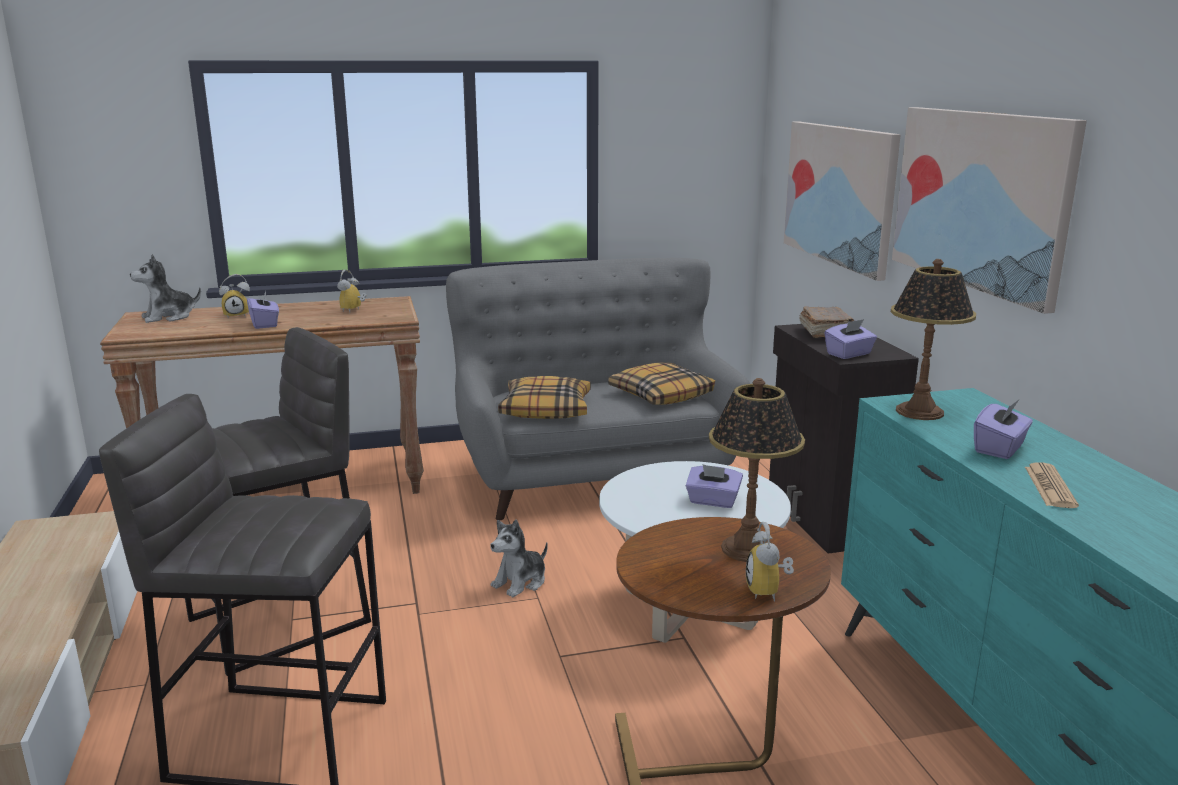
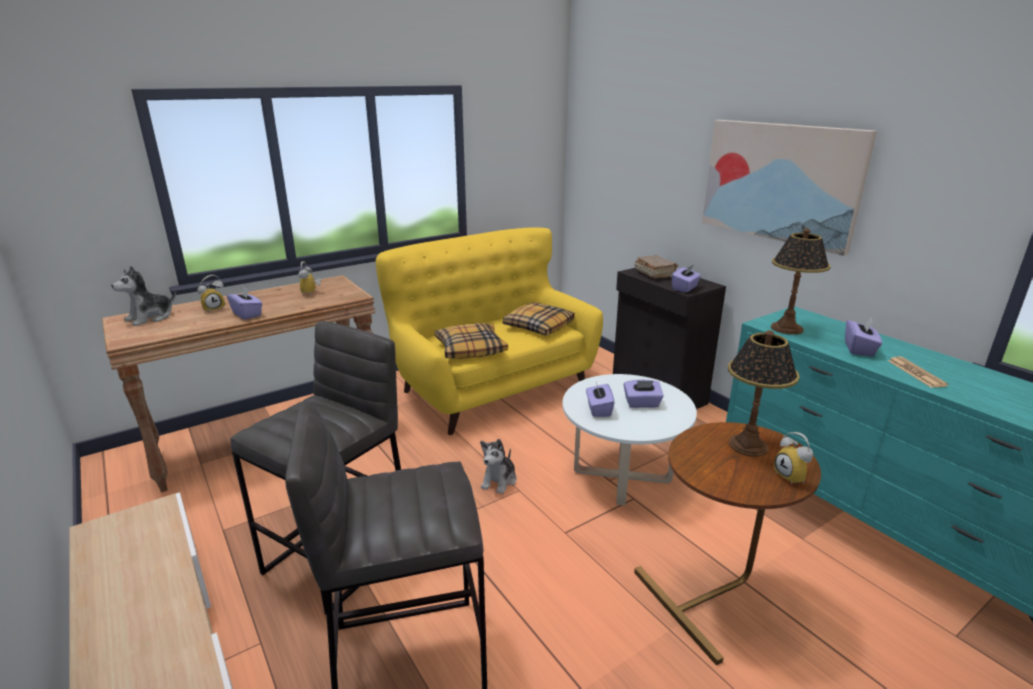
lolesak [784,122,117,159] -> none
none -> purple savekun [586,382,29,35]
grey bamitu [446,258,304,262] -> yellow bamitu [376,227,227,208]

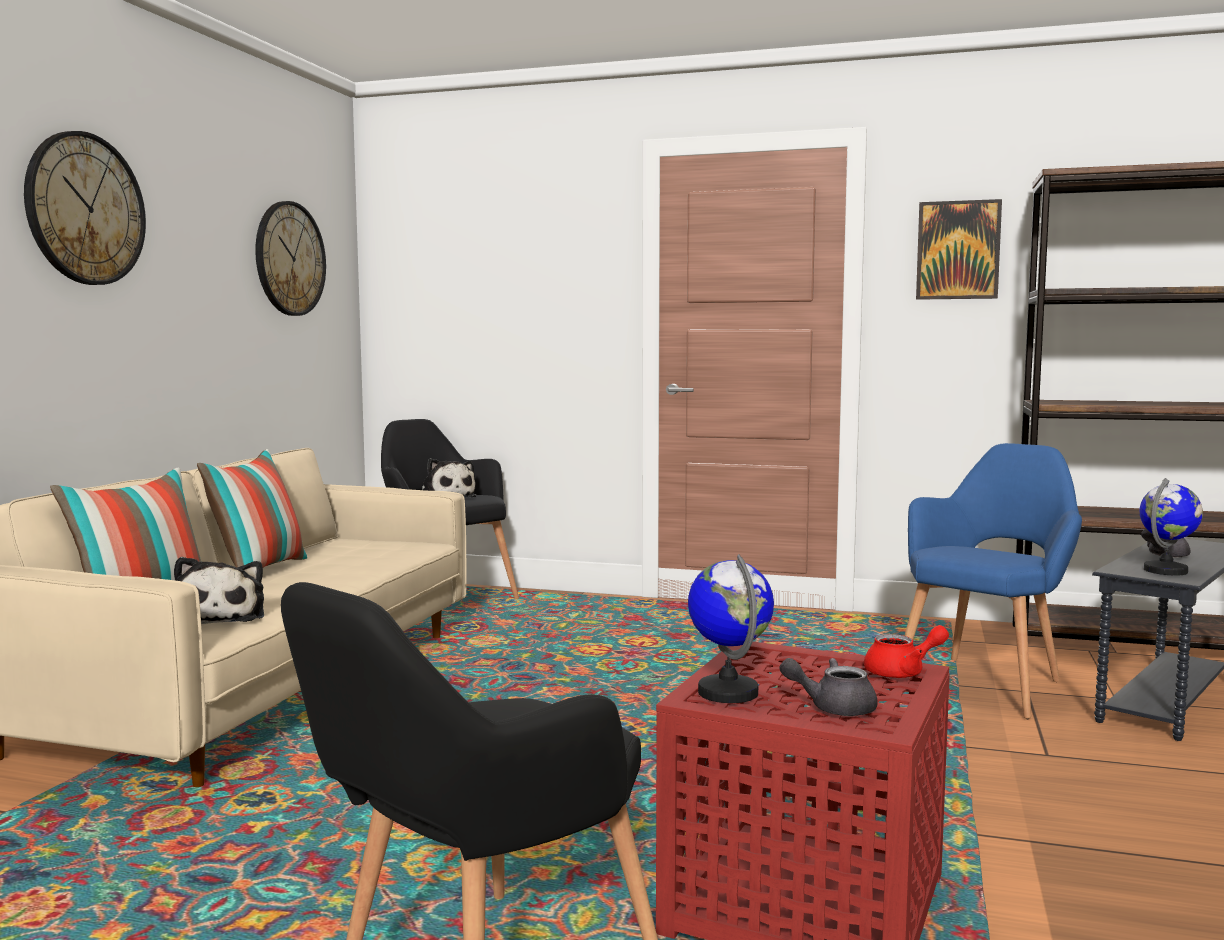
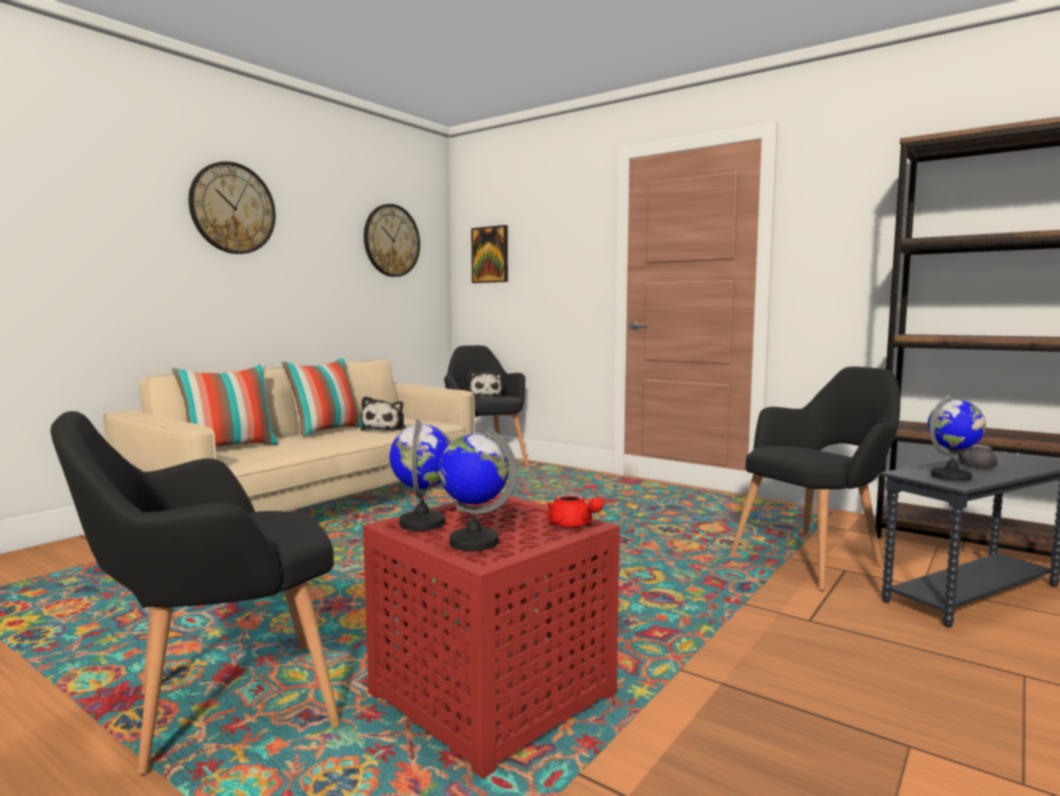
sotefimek [174,557,90,67] -> sotefimek [361,396,45,35], move
lolesak [916,199,86,101] -> lolesak [471,225,37,58], move
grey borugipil [780,658,98,58] -> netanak [439,427,78,124]
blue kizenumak [904,443,178,276] -> black kizenumak [731,366,169,225]
red borugipil [864,625,85,53] -> red borugipil [547,493,57,35], 45 degrees clockwise

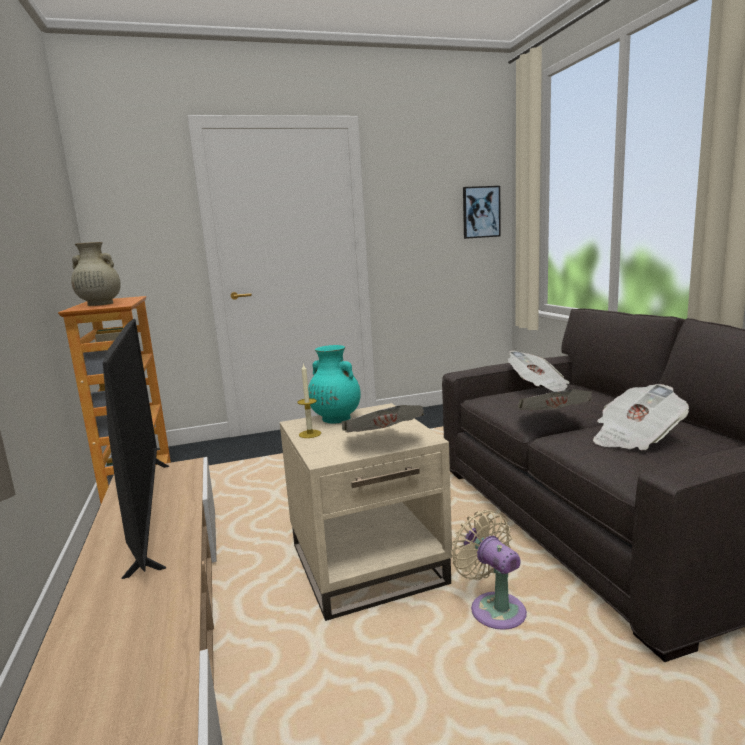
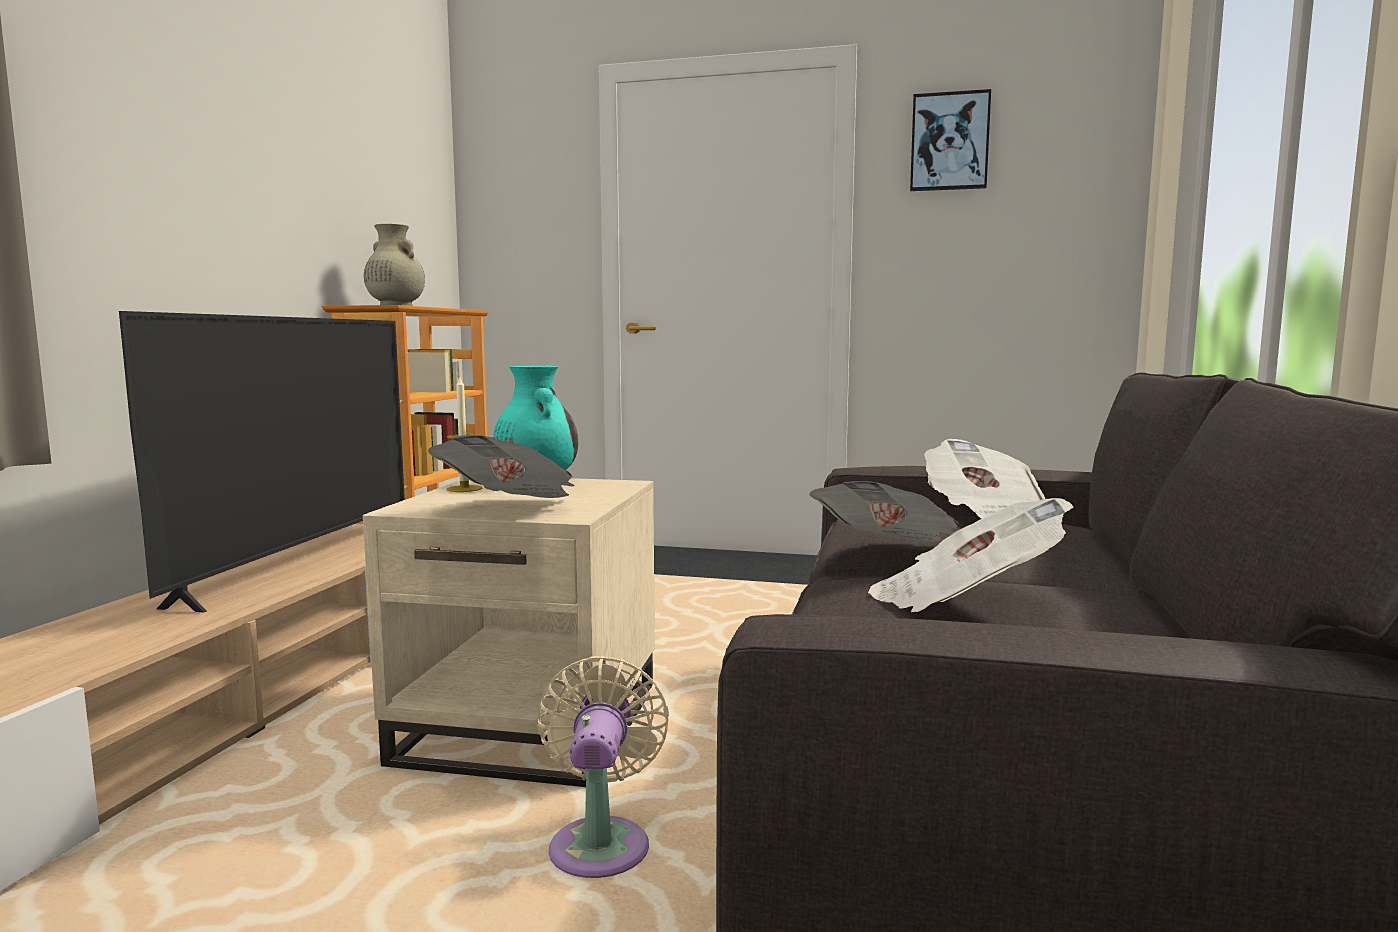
lolesak [463,186,38,53] -> lolesak [910,89,81,102], move

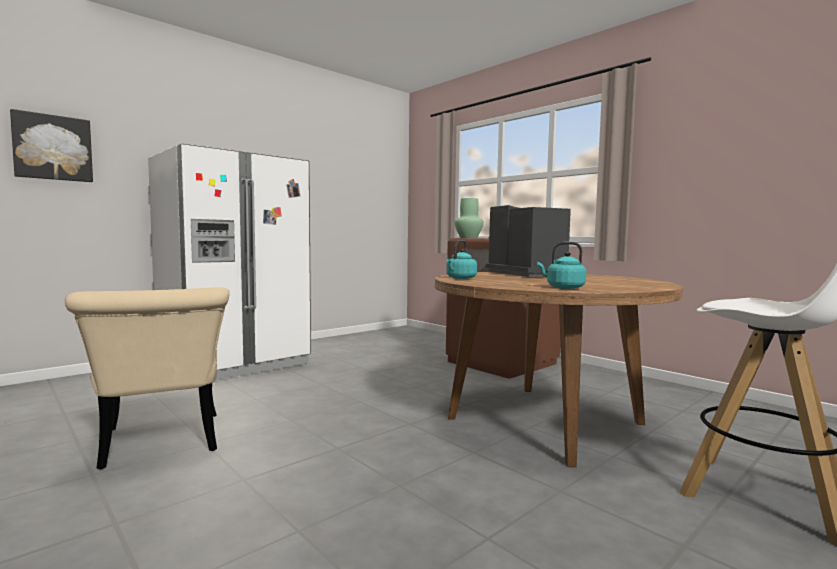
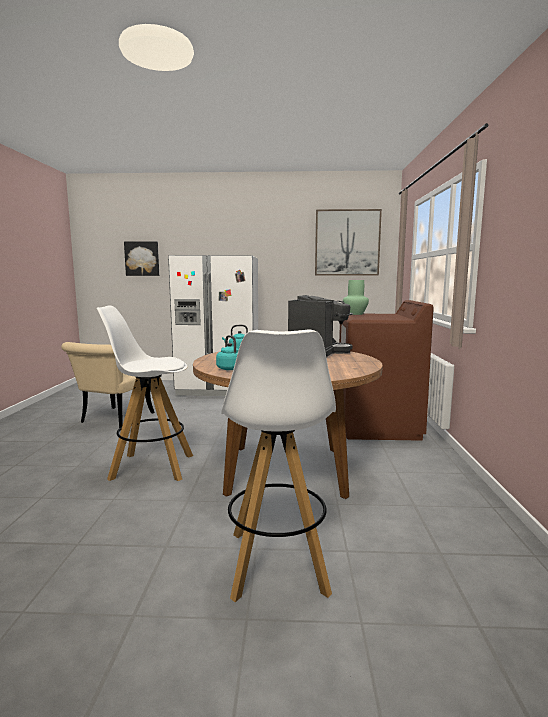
none -> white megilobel [96,306,97,175]
none -> lolesak [315,209,67,66]

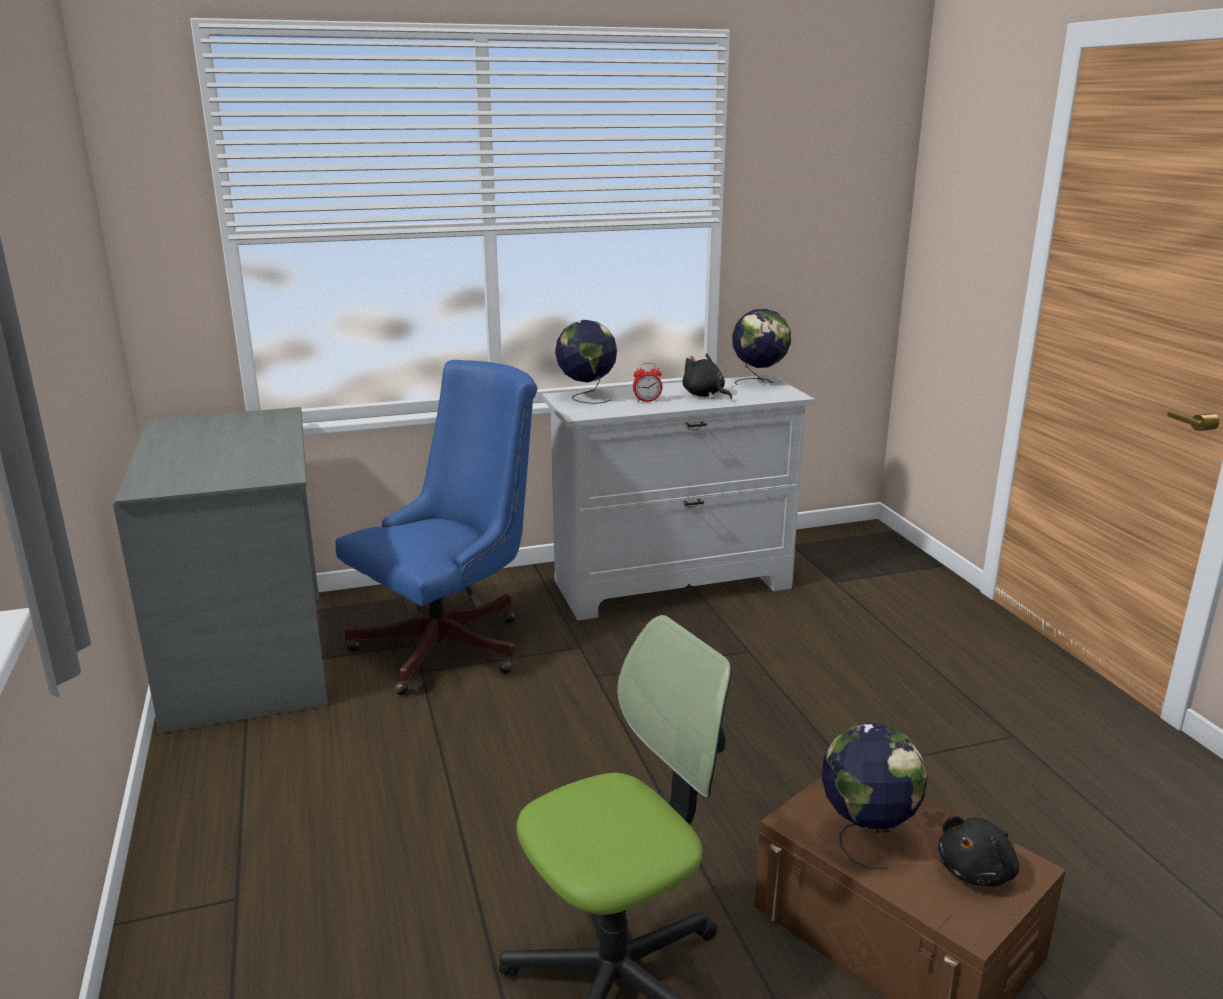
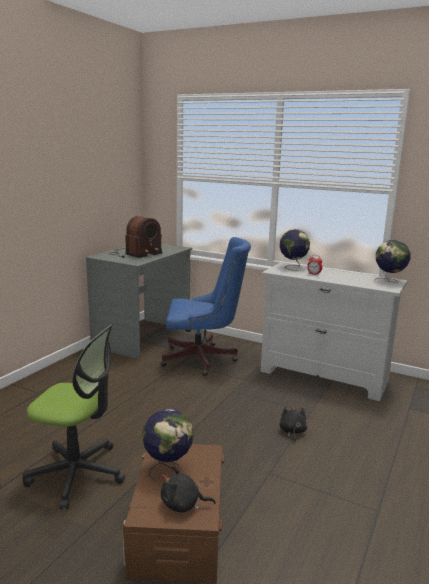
none -> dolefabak [110,216,52,42]
black sotefimek [682,353,50,46] -> black sotefimek [280,405,27,37], move

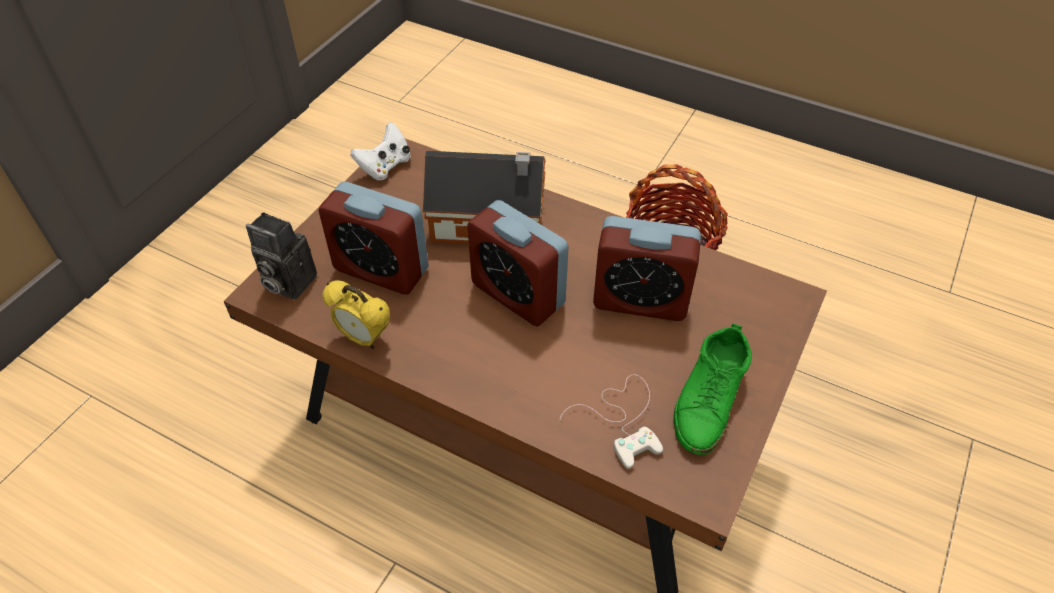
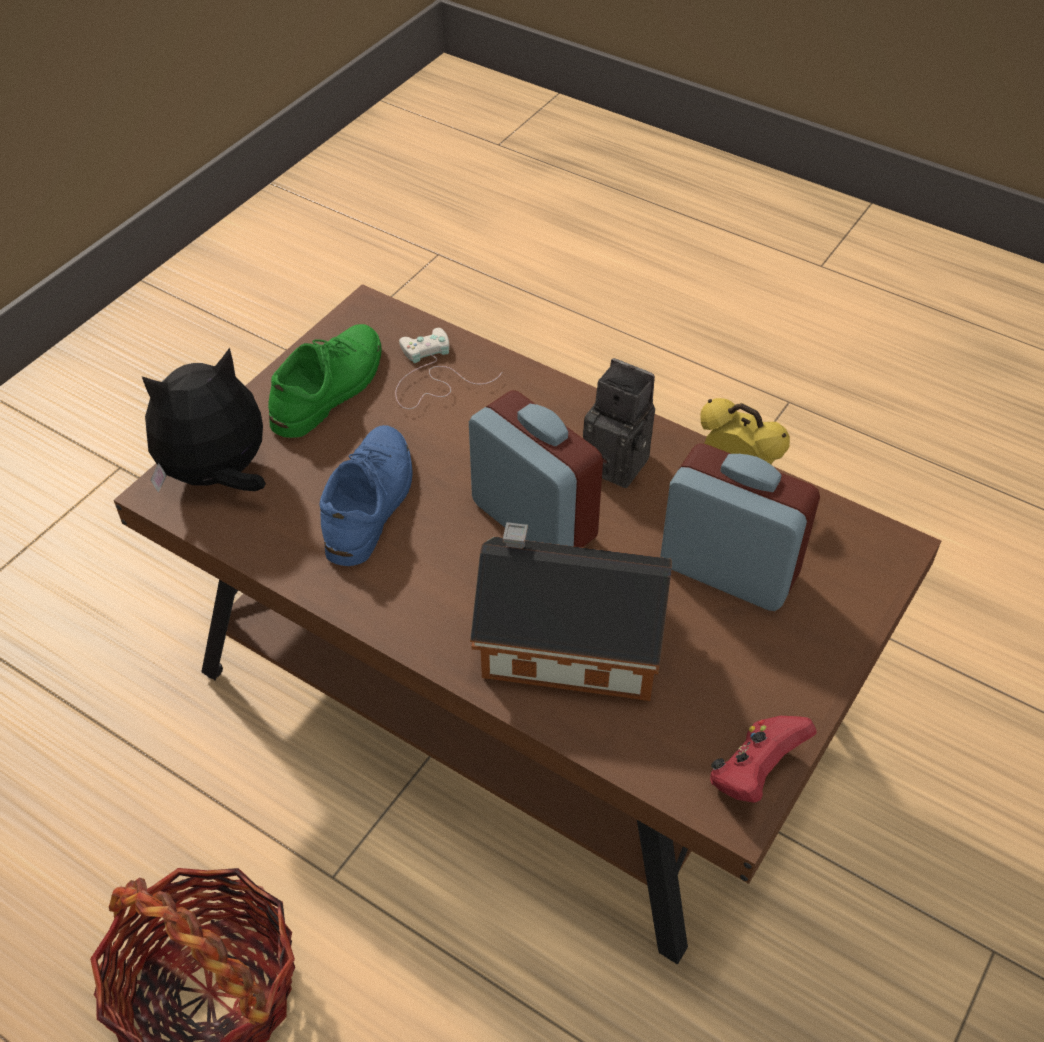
none -> sotefimek [142,348,124,145]
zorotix [246,212,71,88] -> zorotix [583,358,72,130], move
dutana [593,216,108,105] -> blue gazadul [320,425,93,141]
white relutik [351,122,60,59] -> red relutik [710,716,107,87]

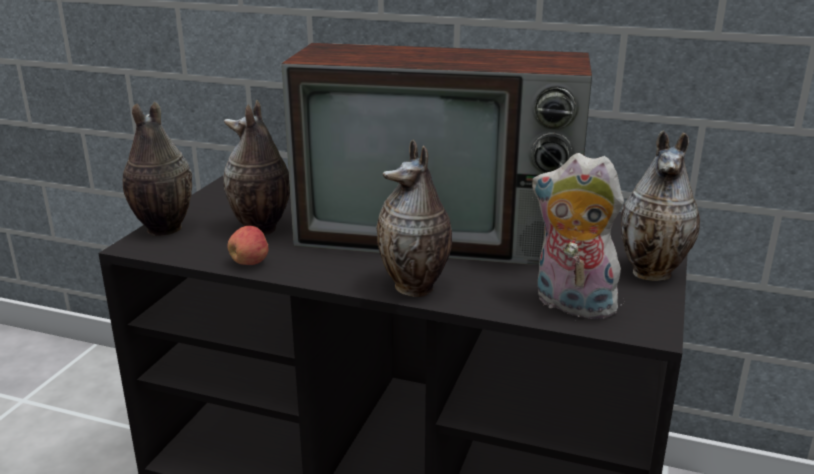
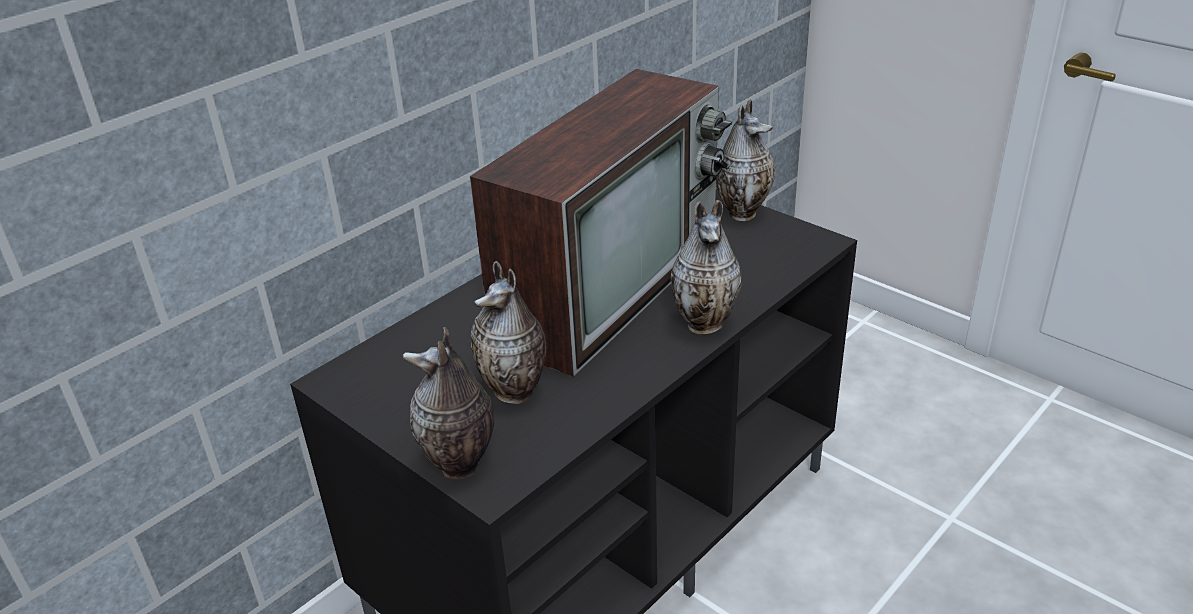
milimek [227,226,42,39] -> none
sotefimek [532,153,92,168] -> none

